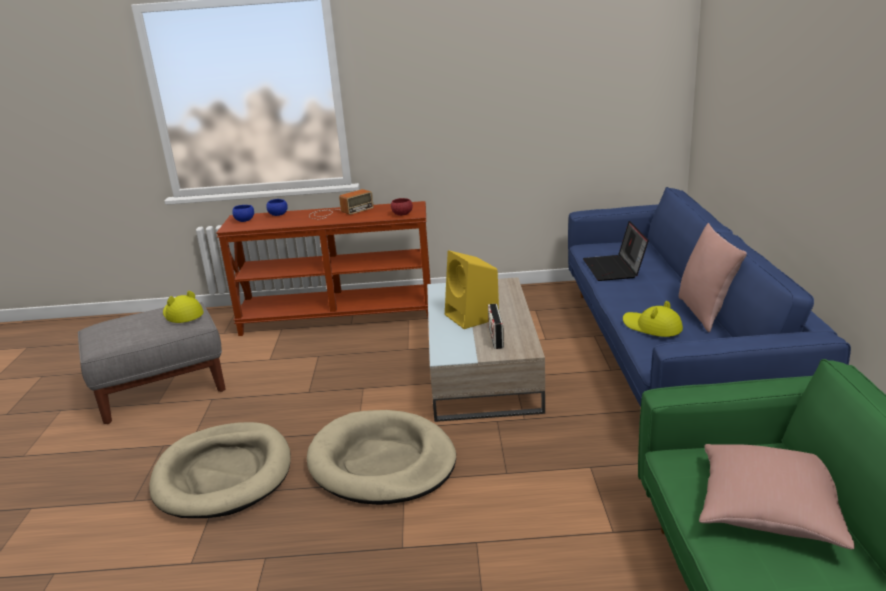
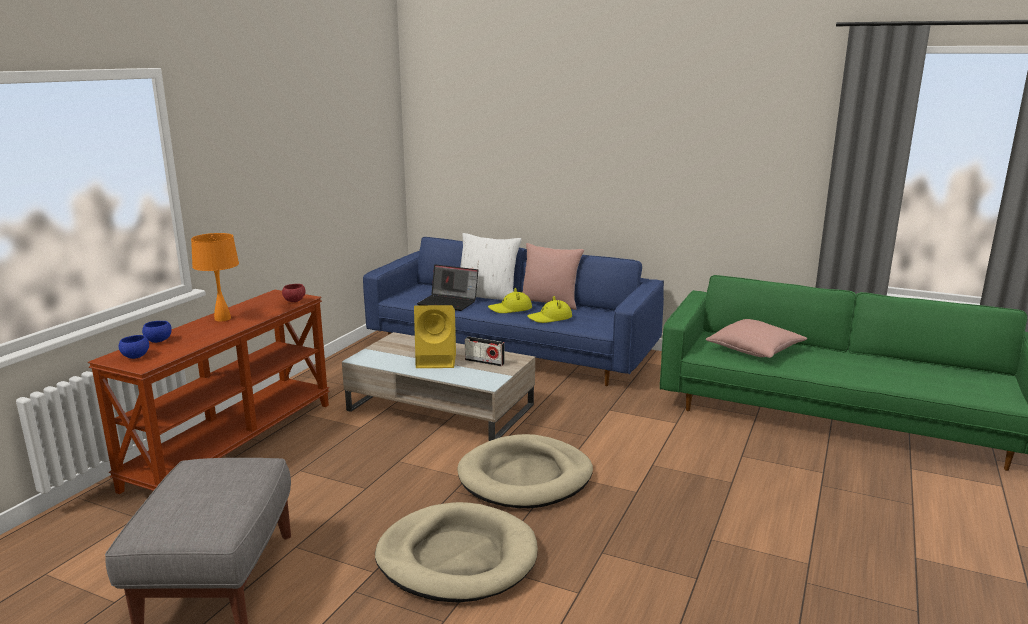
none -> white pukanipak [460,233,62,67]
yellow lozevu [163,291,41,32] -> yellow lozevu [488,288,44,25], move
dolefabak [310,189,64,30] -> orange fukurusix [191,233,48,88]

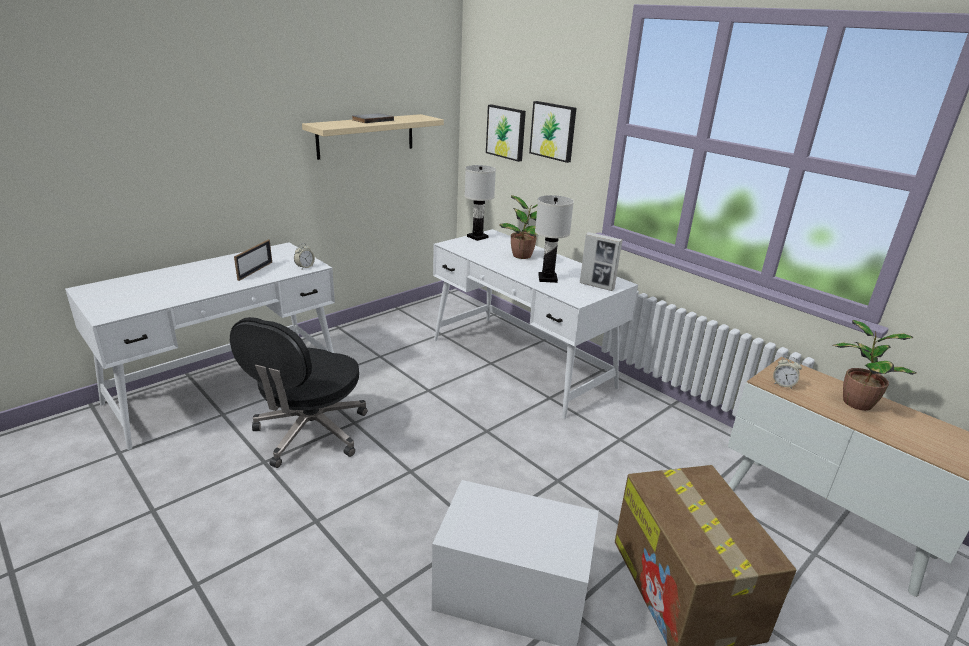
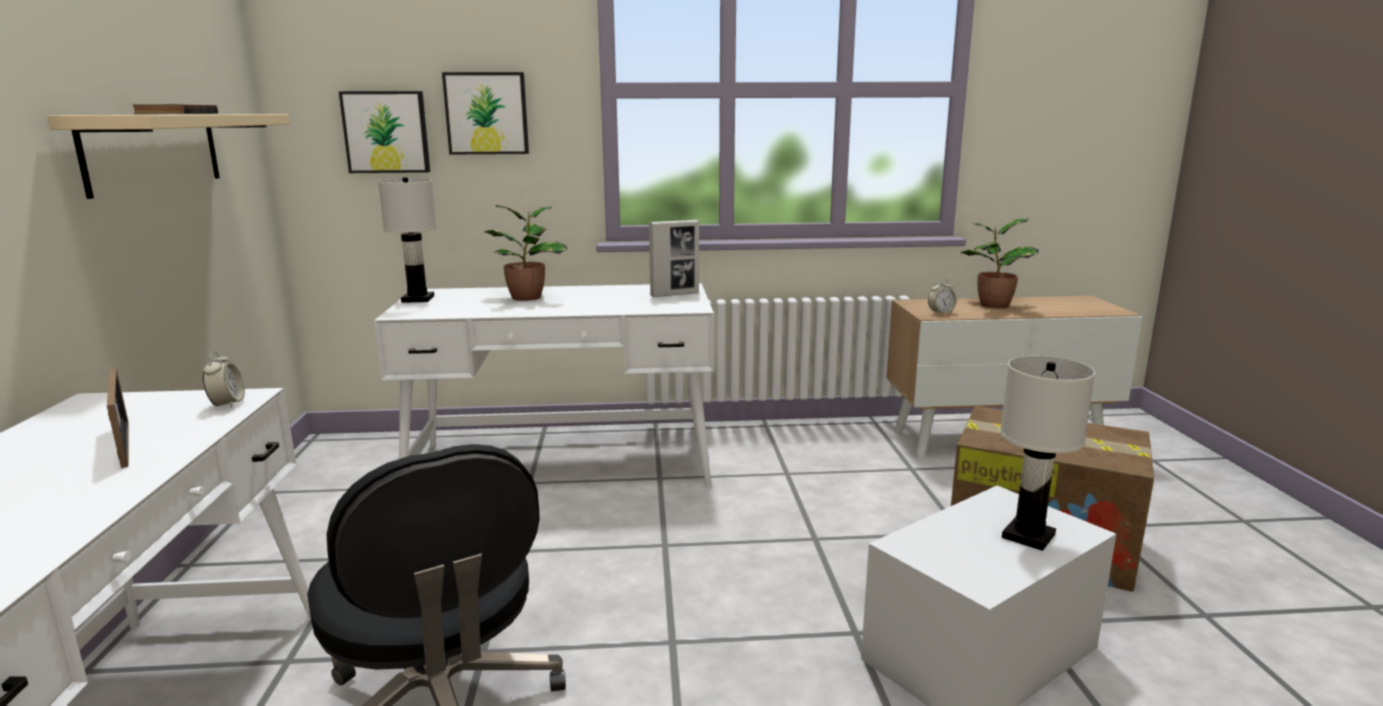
white fukurusix [535,195,39,88] -> white fukurusix [1000,356,95,195], move

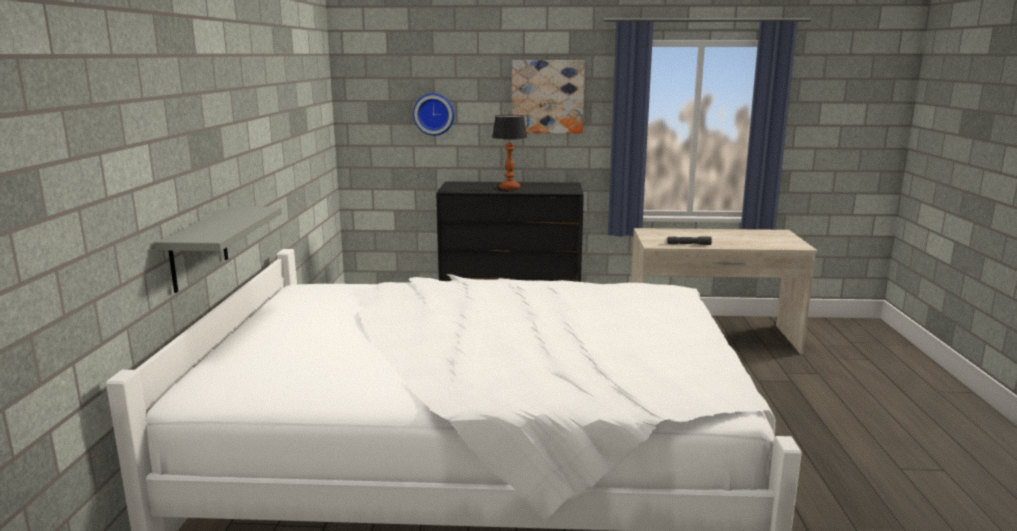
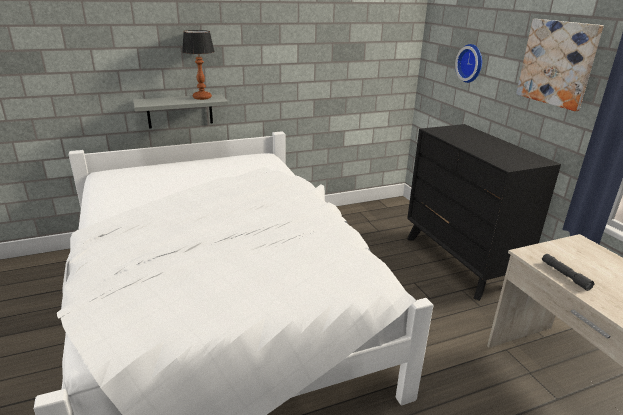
fukurusix [492,115,35,75] -> fukurusix [182,30,33,70], move

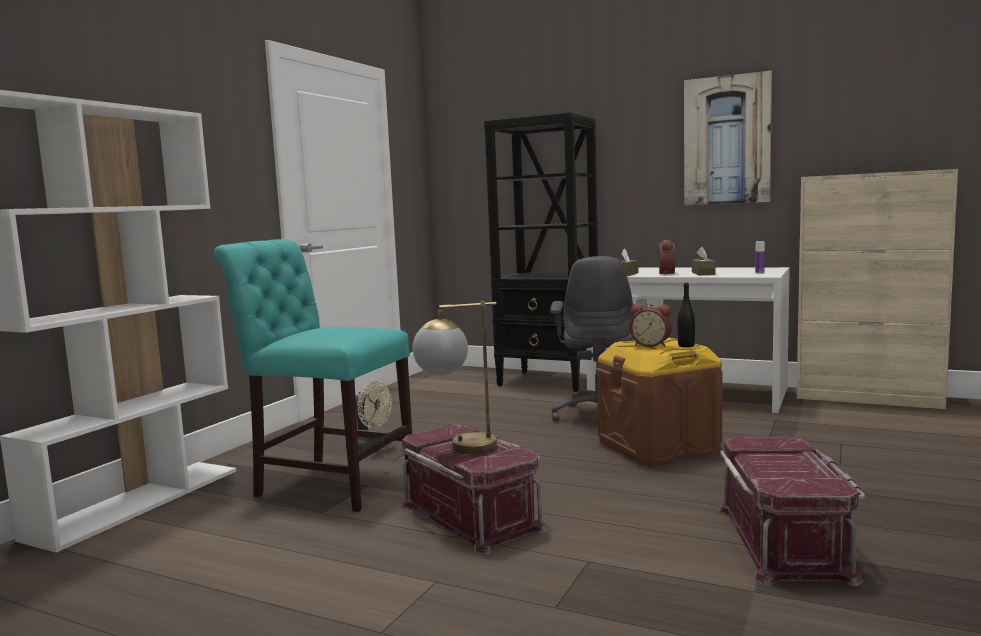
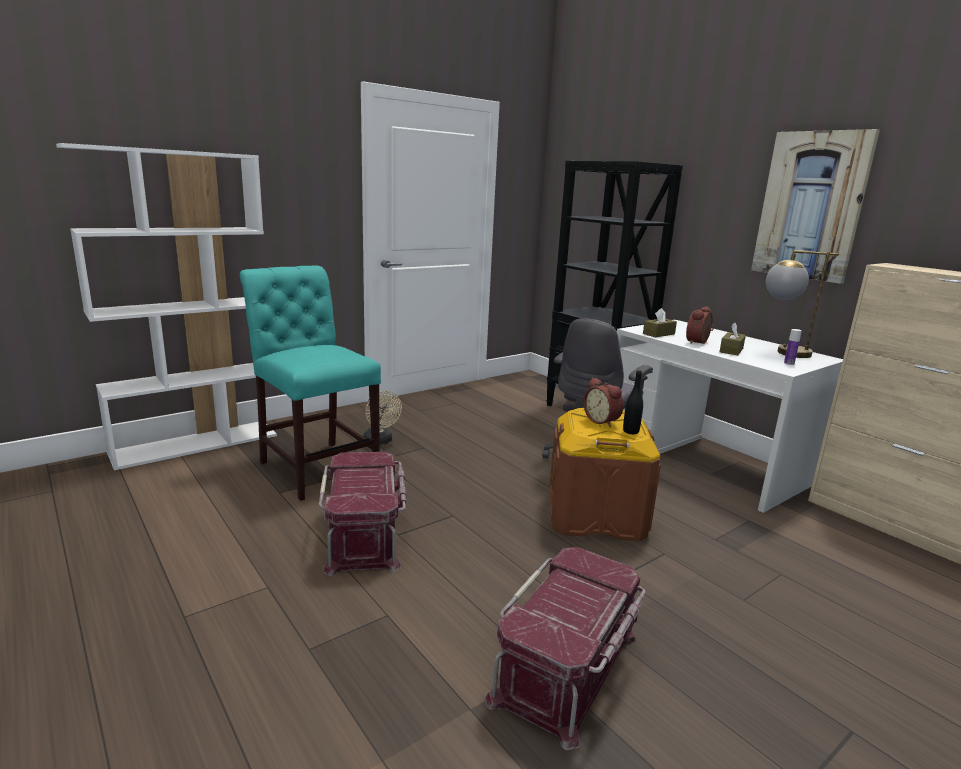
fukurusix [413,301,84,153] -> fukurusix [766,250,73,108], move

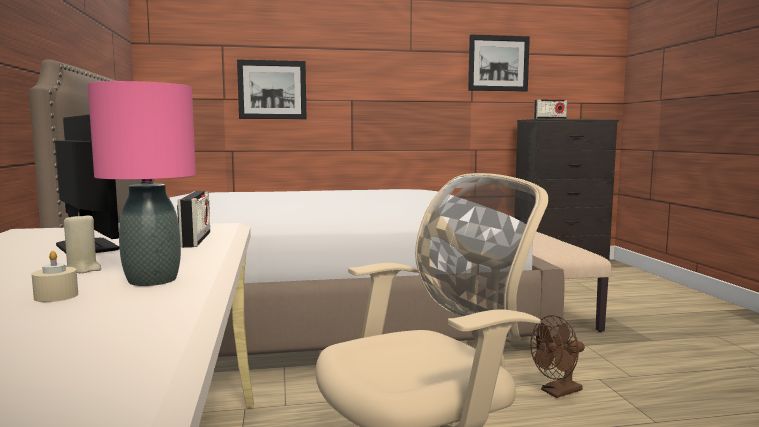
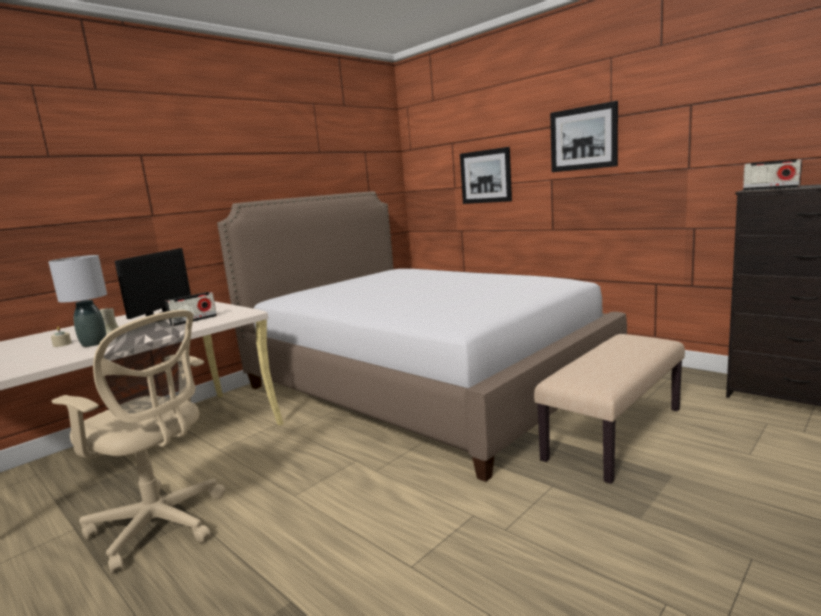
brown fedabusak [530,315,55,83] -> none
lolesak [468,34,62,57] -> lolesak [550,101,68,71], move
pink fukurusix [88,81,108,205] -> grey fukurusix [48,255,59,92]

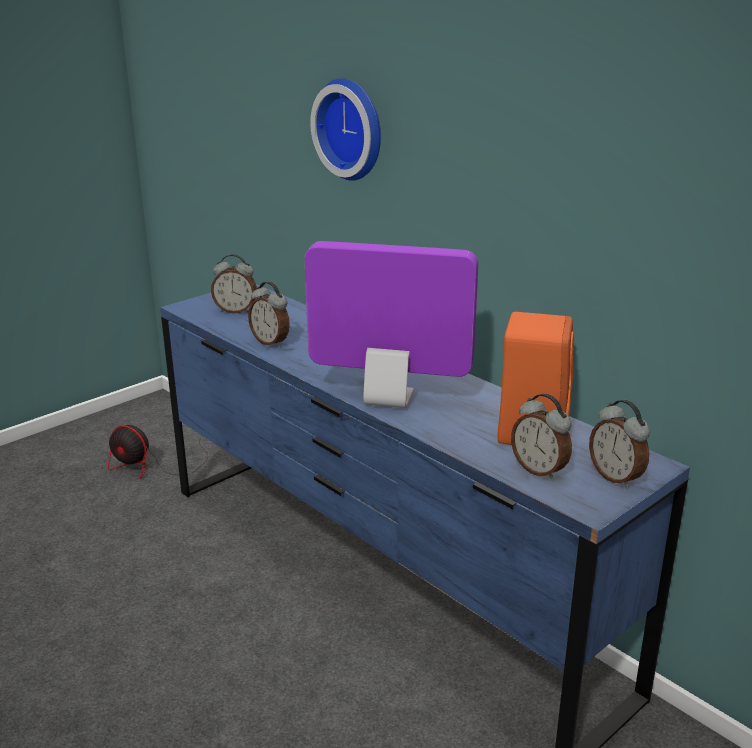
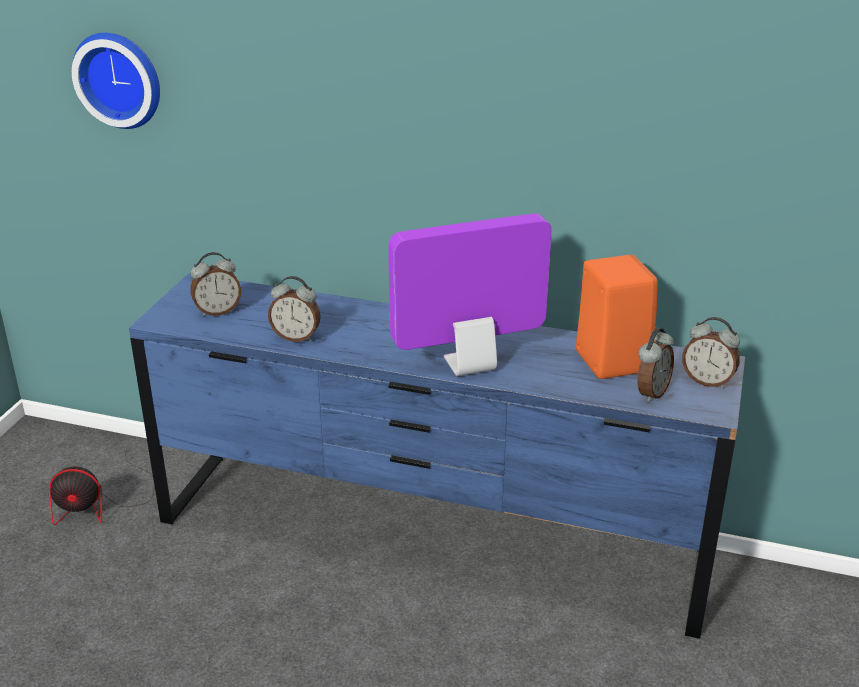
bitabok [310,78,71,103] -> bitabok [72,33,88,96], move
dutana [511,393,61,87] -> dutana [637,328,37,74], 75 degrees counterclockwise

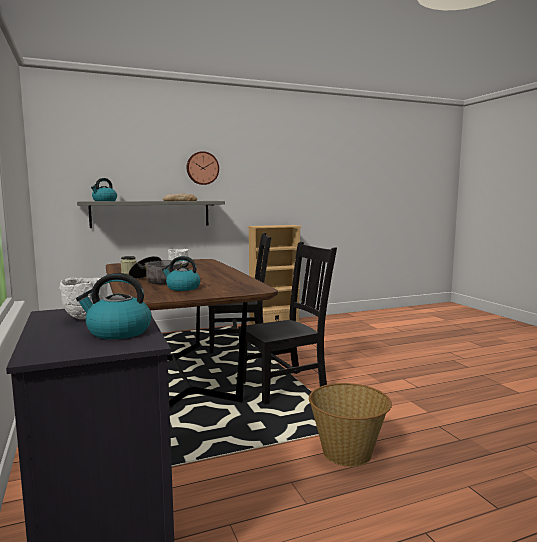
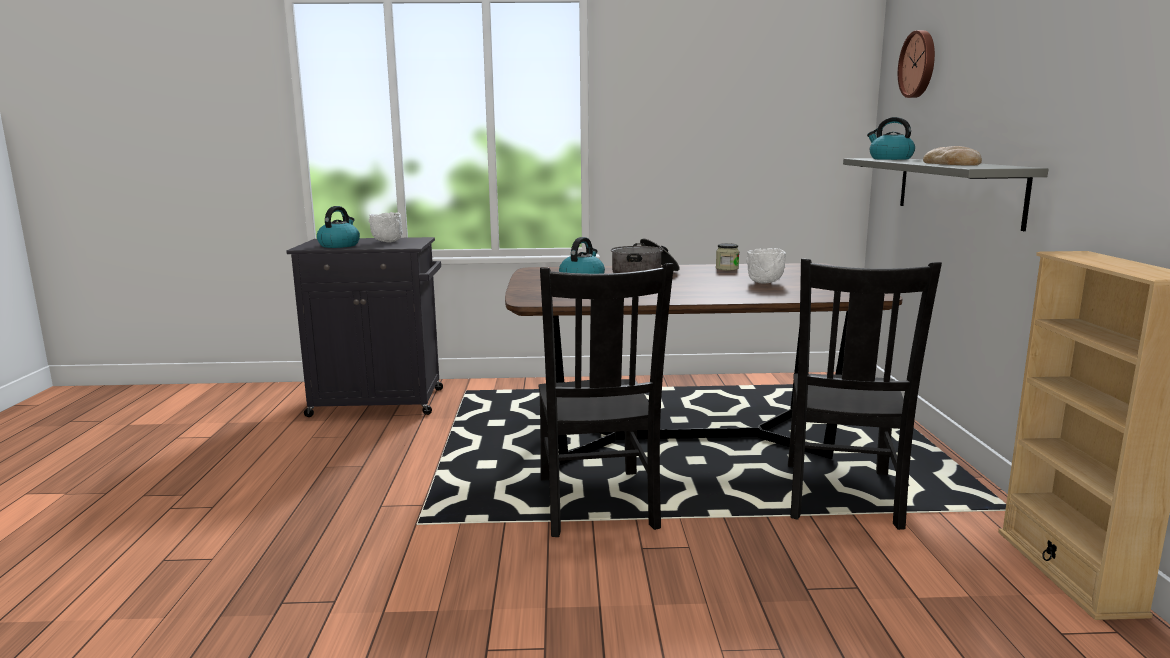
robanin [309,383,83,84] -> none
bitabok [187,151,32,34] -> bitabok [898,30,37,68], move

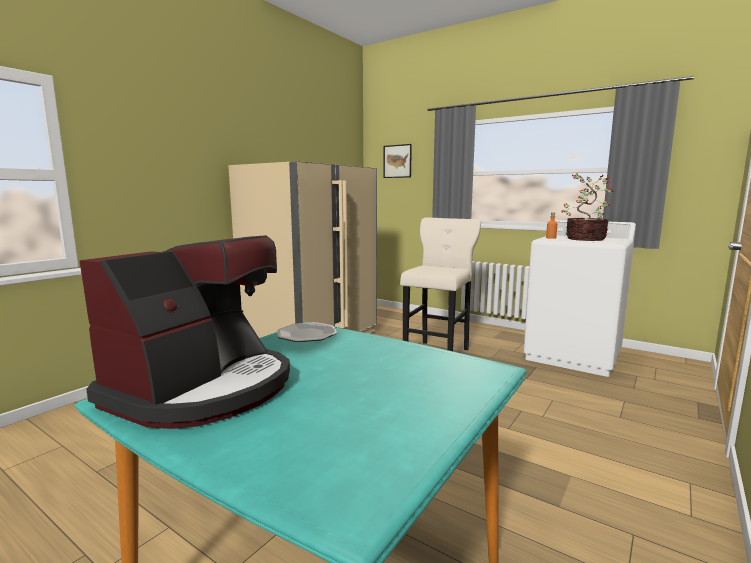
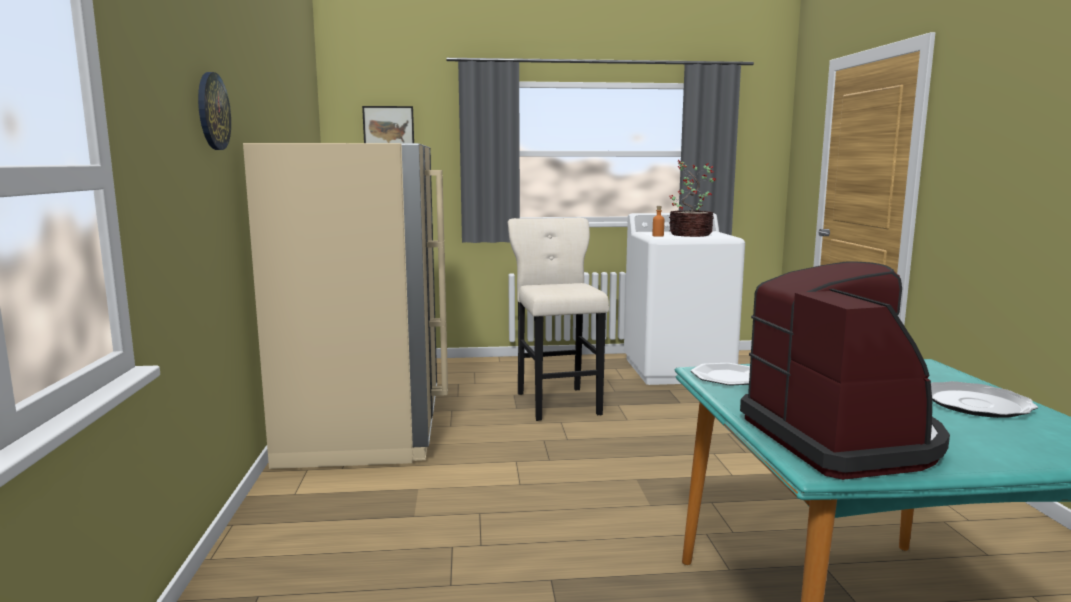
none -> bitabok [198,72,33,78]
none -> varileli [931,381,107,37]

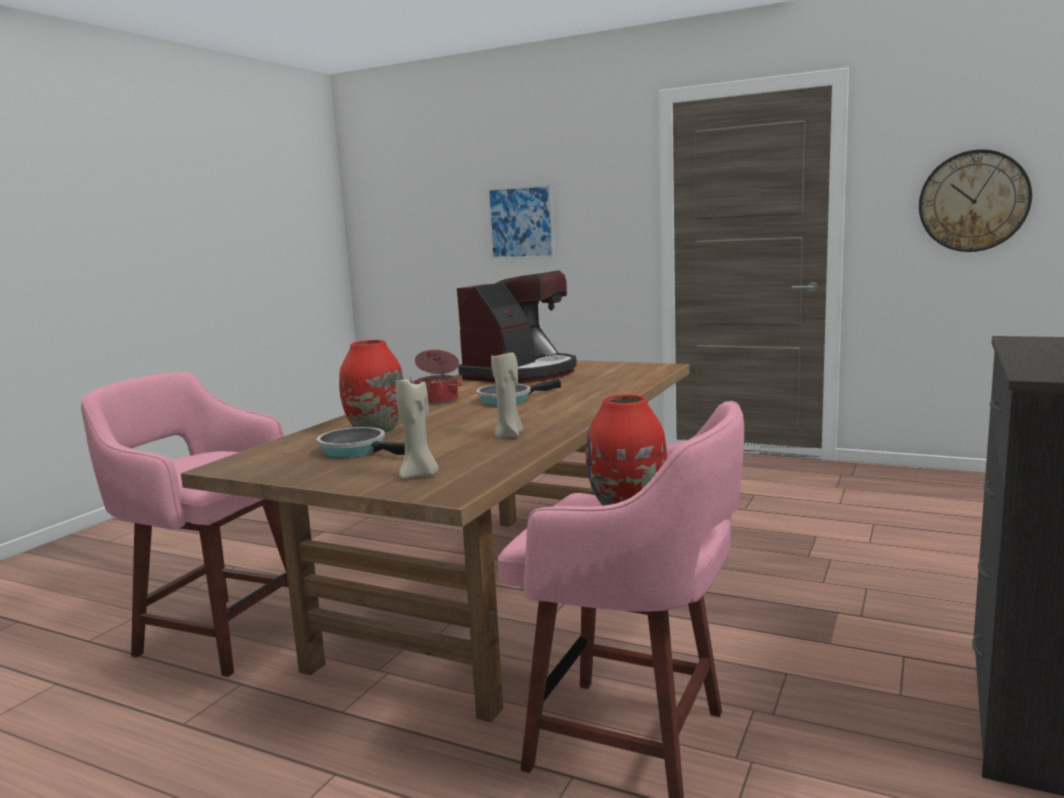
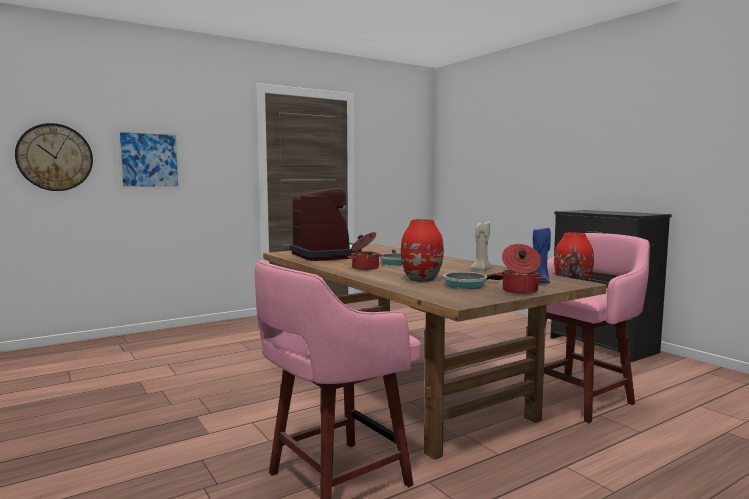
none -> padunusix [496,244,50,50]
bitabok [919,149,113,103] -> bitabok [15,123,78,68], move
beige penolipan [396,375,42,103] -> blue penolipan [533,228,18,56]

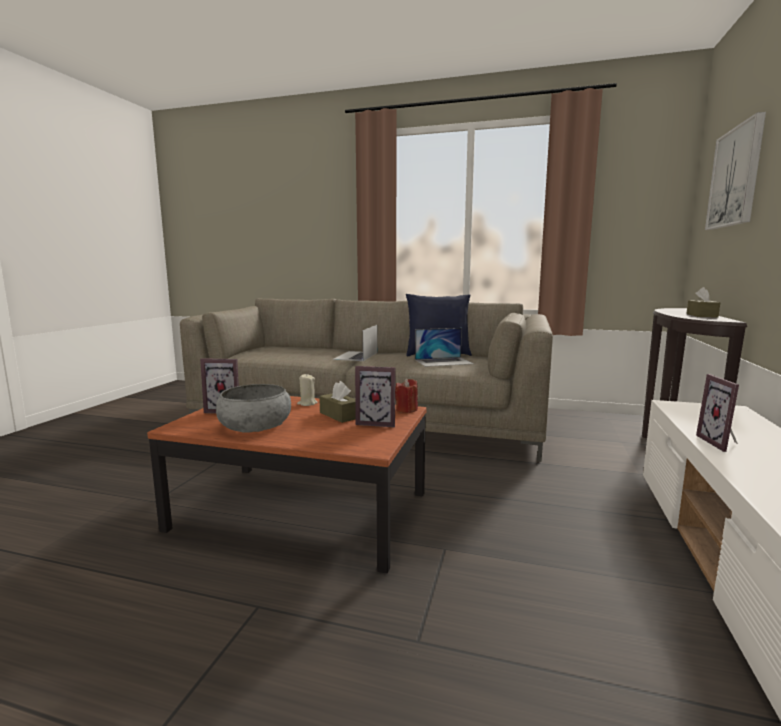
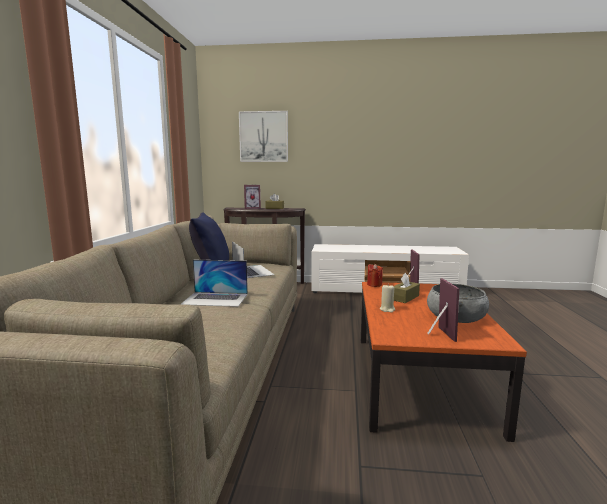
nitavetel [696,374,43,78] -> nitavetel [244,185,17,24], move

